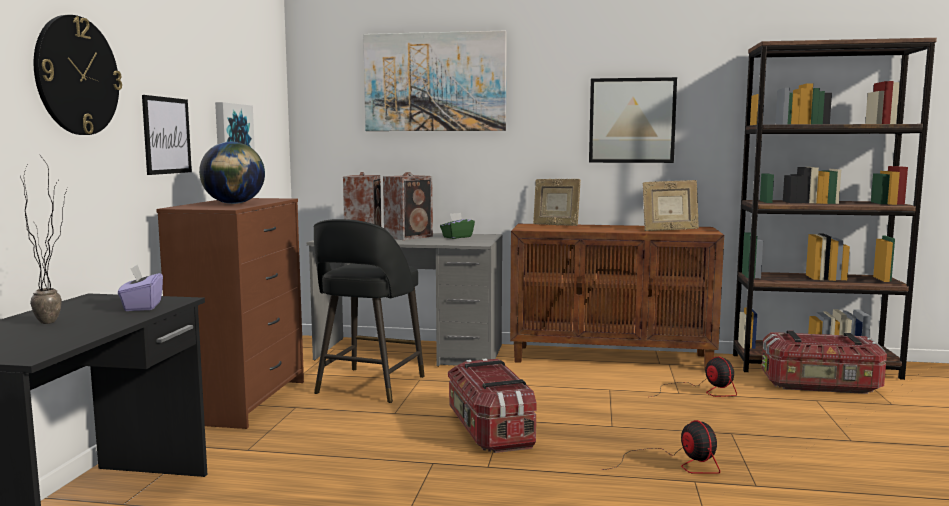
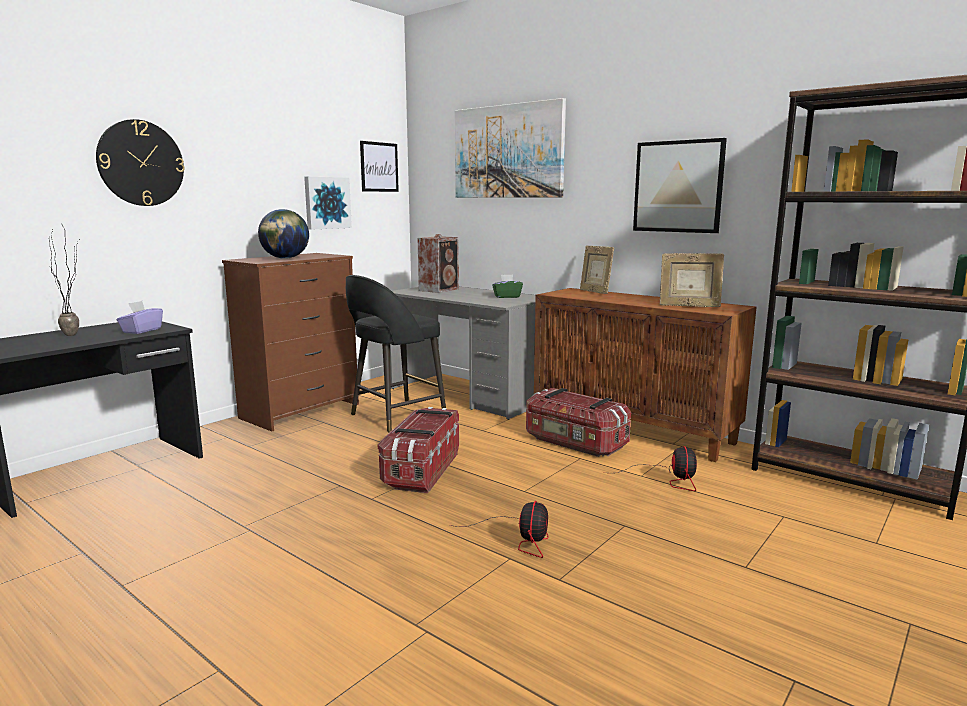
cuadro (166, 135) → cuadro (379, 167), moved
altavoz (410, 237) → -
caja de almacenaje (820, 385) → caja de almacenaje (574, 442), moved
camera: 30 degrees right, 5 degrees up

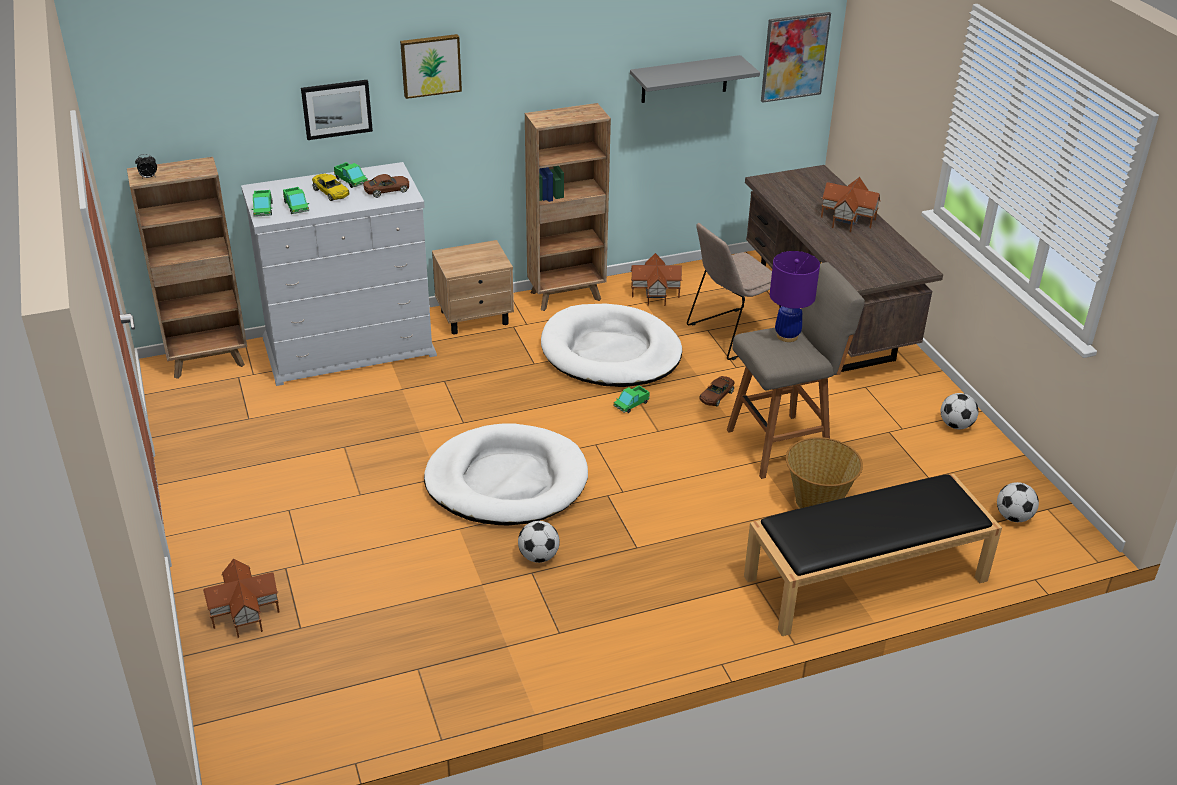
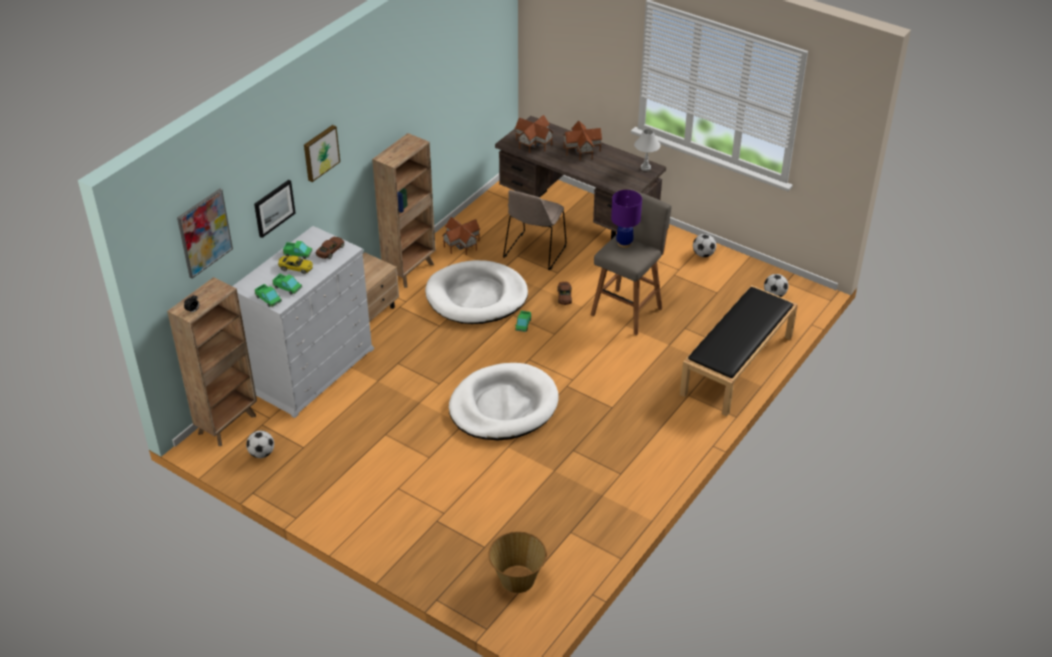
casita (243, 611) → casita (533, 143), moved
balón de fútbol (538, 556) → balón de fútbol (262, 453), moved
estante (gris) (684, 79) → -
cuadro (794, 57) → cuadro (204, 233), moved
cesta (817, 501) → cesta (517, 579), moved
- → lámpara de mesa (blanco) (645, 167)
camera: 35 degrees left, 5 degrees up

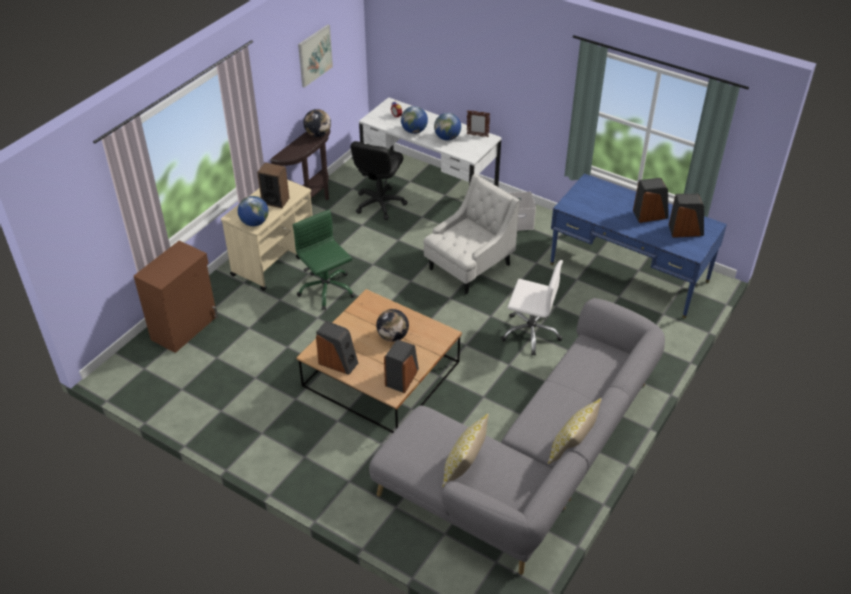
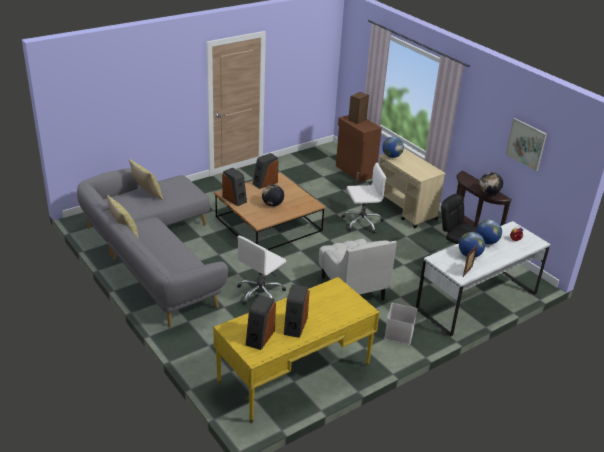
altavoz (275, 201) → altavoz (357, 120), moved
silla de oficina (verde) (326, 290) → silla de oficina (blanco) (362, 222)
escritorio (azul) (628, 272) → escritorio (amarillo) (294, 373)
camera: 110 degrees right, 10 degrees down

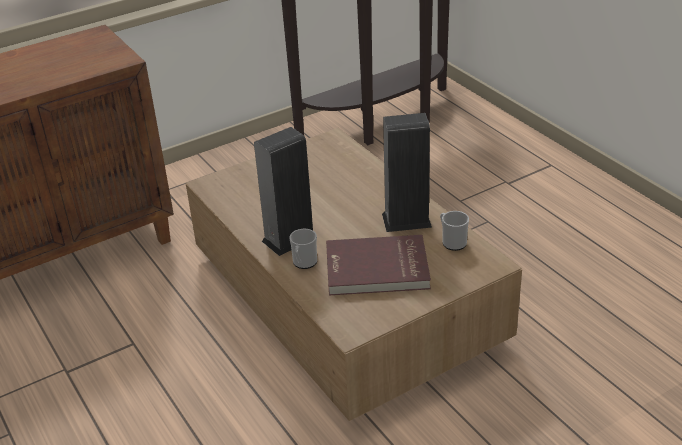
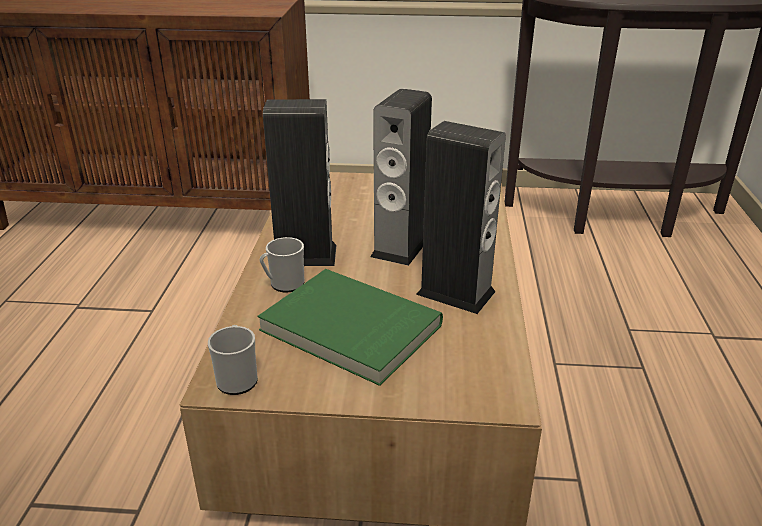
libro (rojo) (377, 269) → libro (verde) (348, 329)
taza grande (452, 242) → taza grande (237, 378), moved
- → altavoz (400, 247)
camera: 35 degrees right, 5 degrees down

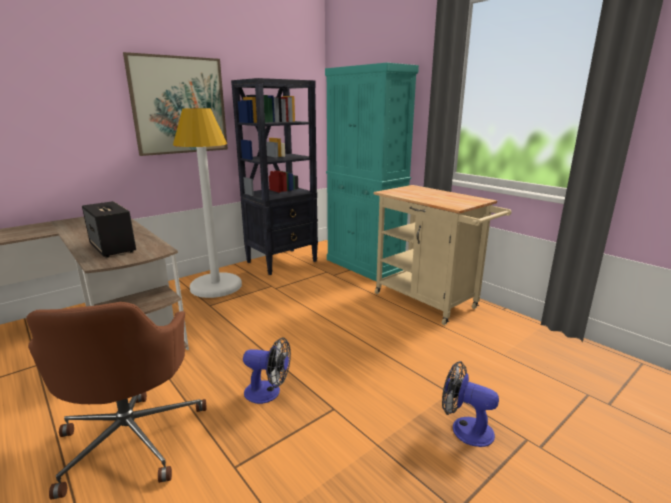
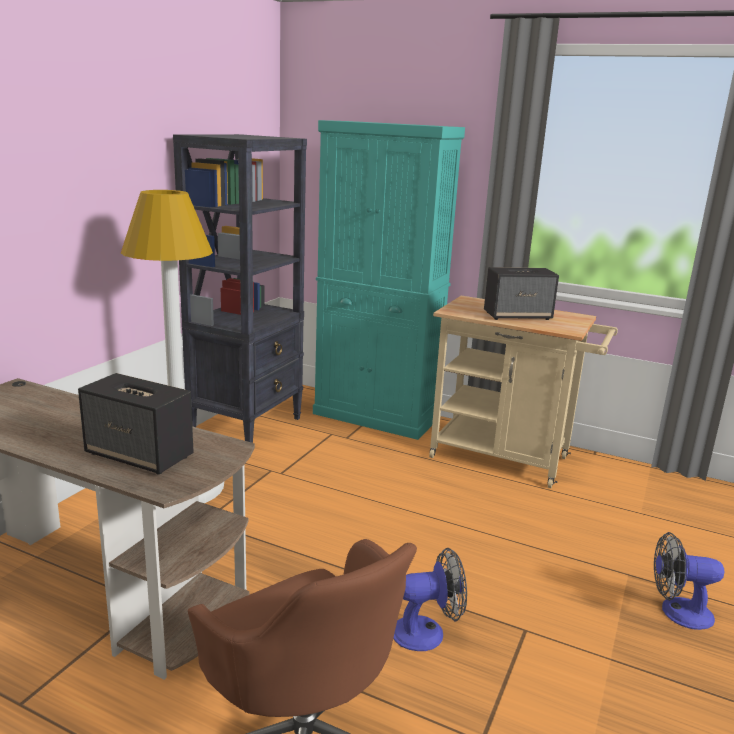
cuadro (179, 105) → -
- → altavoz (518, 316)
camera: 25 degrees left, 0 degrees up

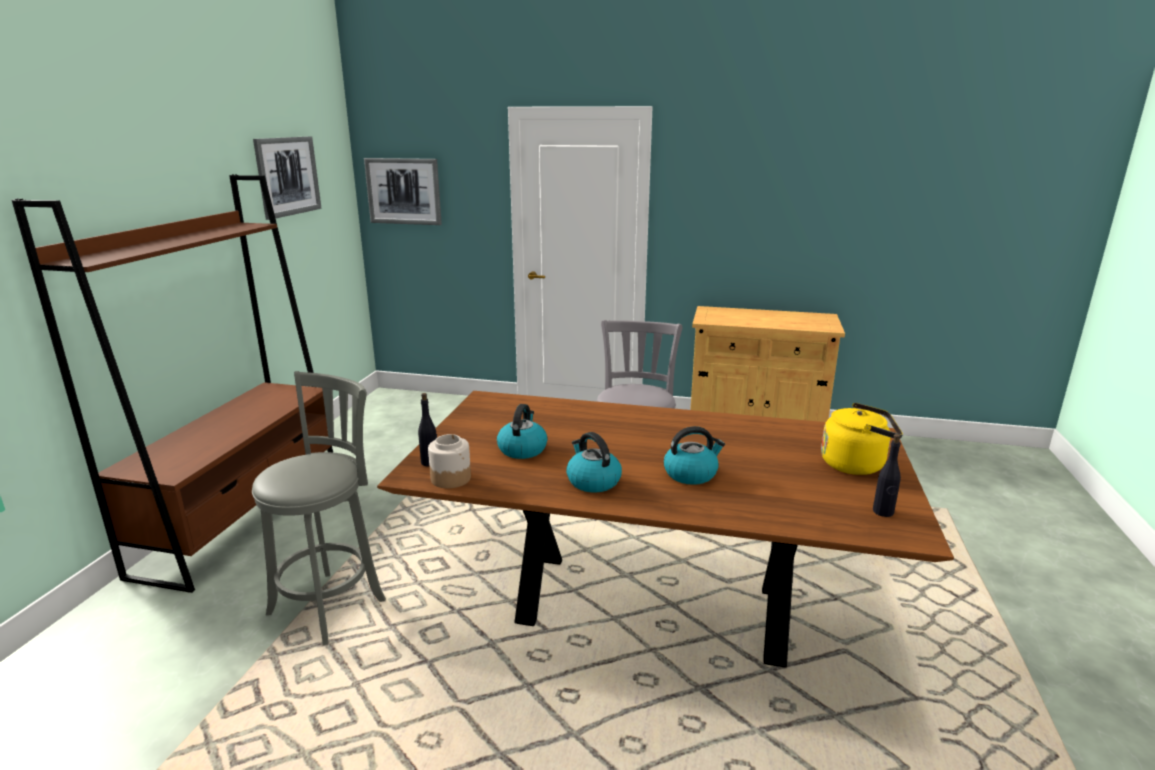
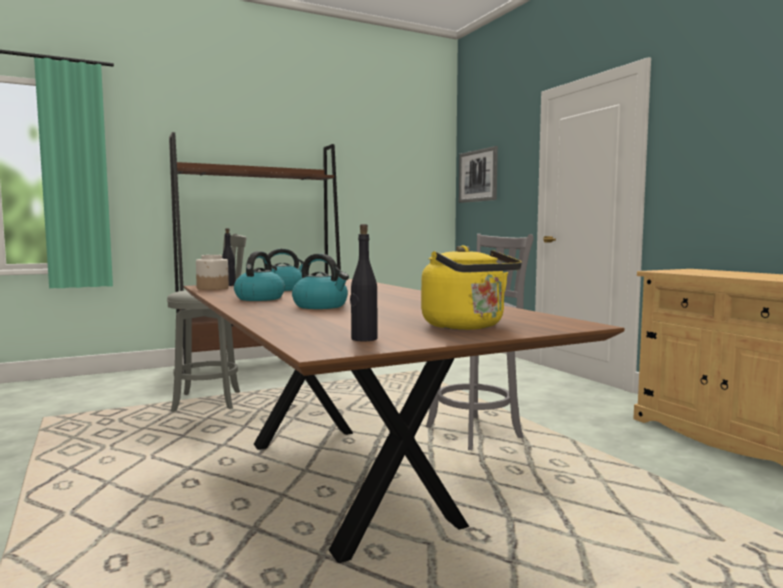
cuadro (288, 176) → -
camera: 50 degrees right, 15 degrees down

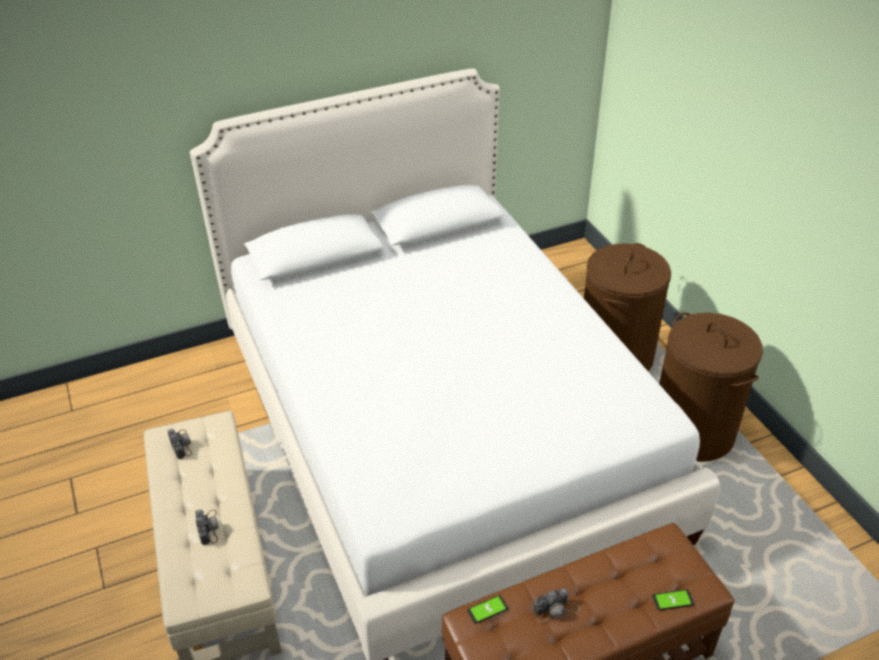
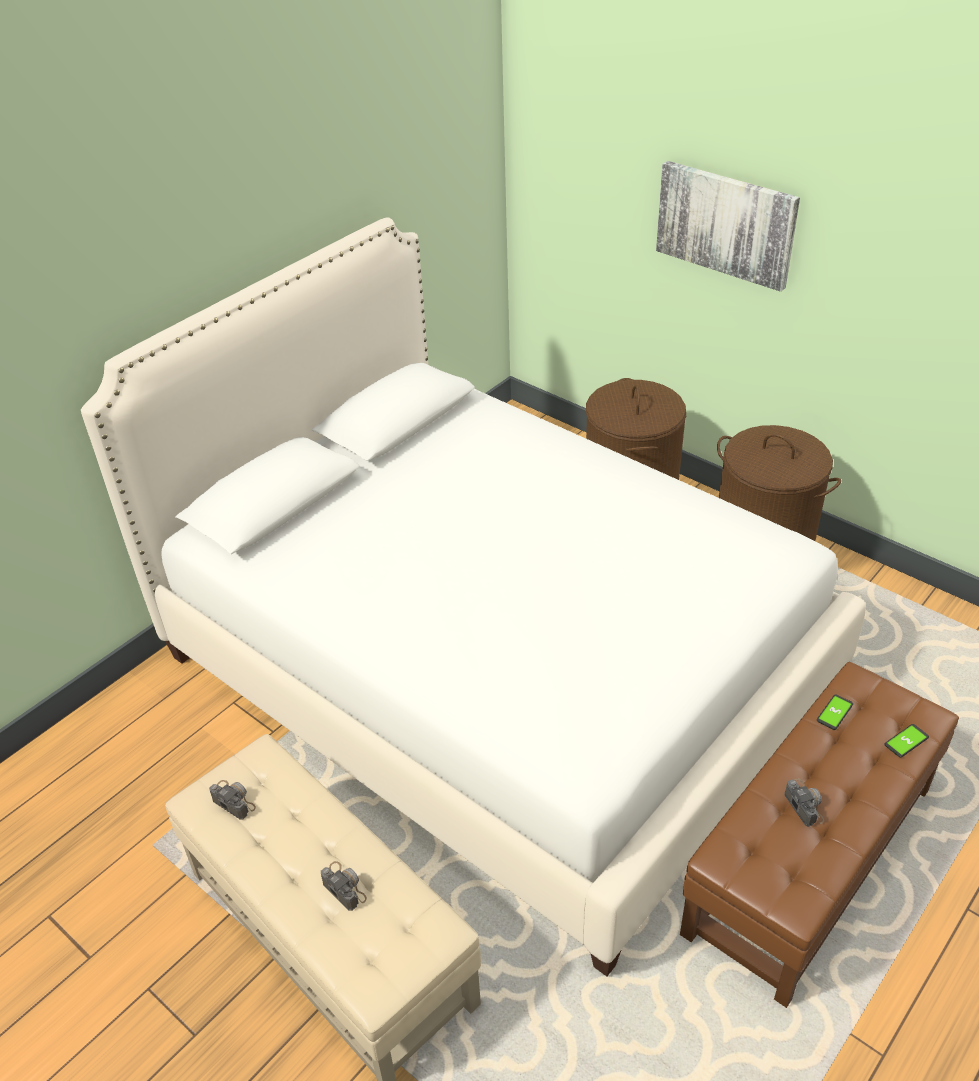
móvil (487, 610) → móvil (834, 712), moved
cámara (556, 609) → cámara (803, 802), 60 degrees counterclockwise
- → cuadro (726, 224)
camera: 25 degrees left, 0 degrees up

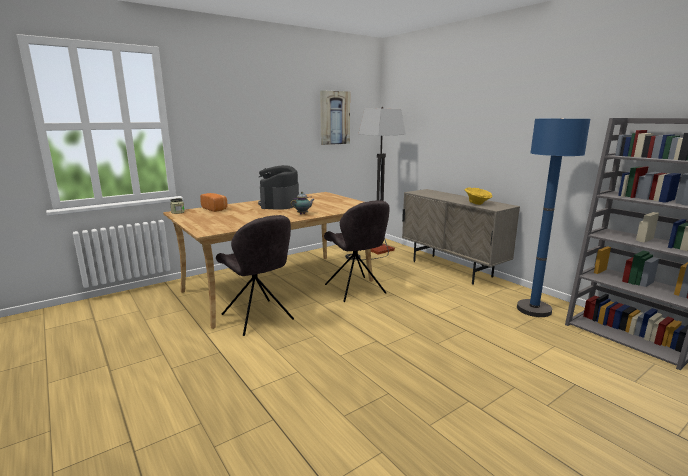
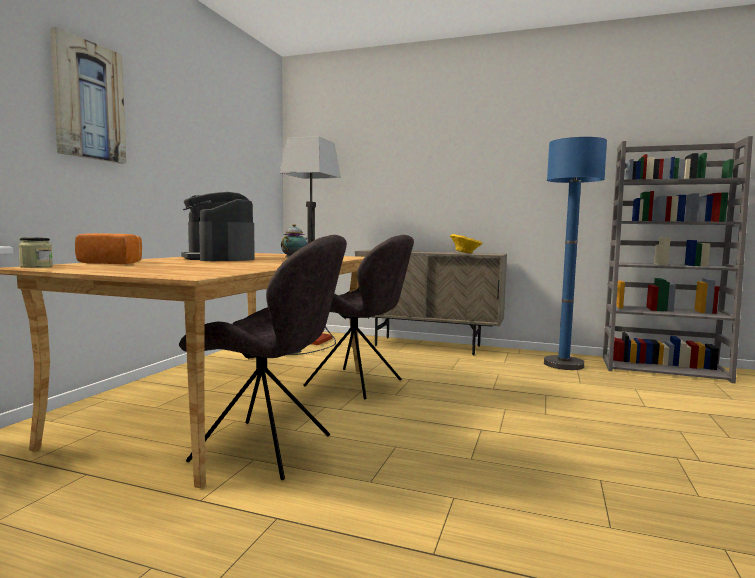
cuadro (334, 118) → cuadro (88, 101), moved
camera: 35 degrees left, 10 degrees down

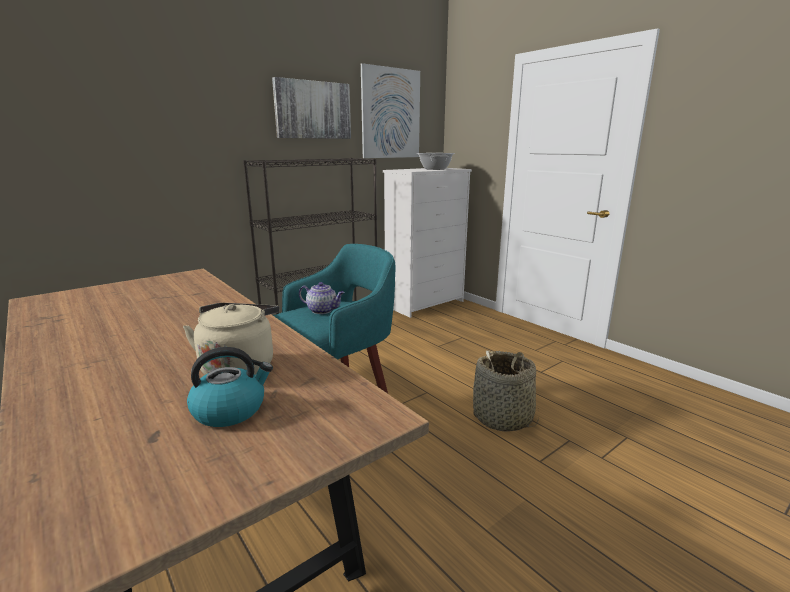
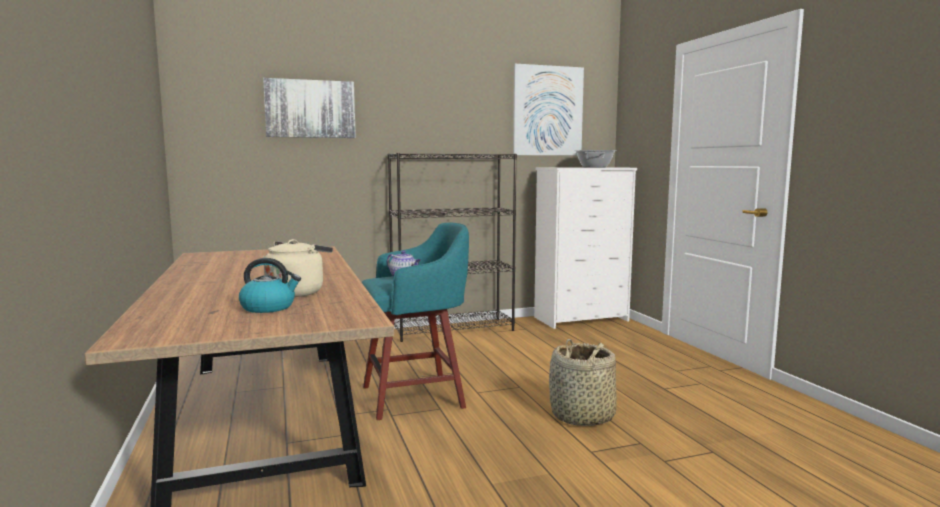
cuadro (313, 110) → cuadro (310, 109), moved
camera: 20 degrees right, 10 degrees down

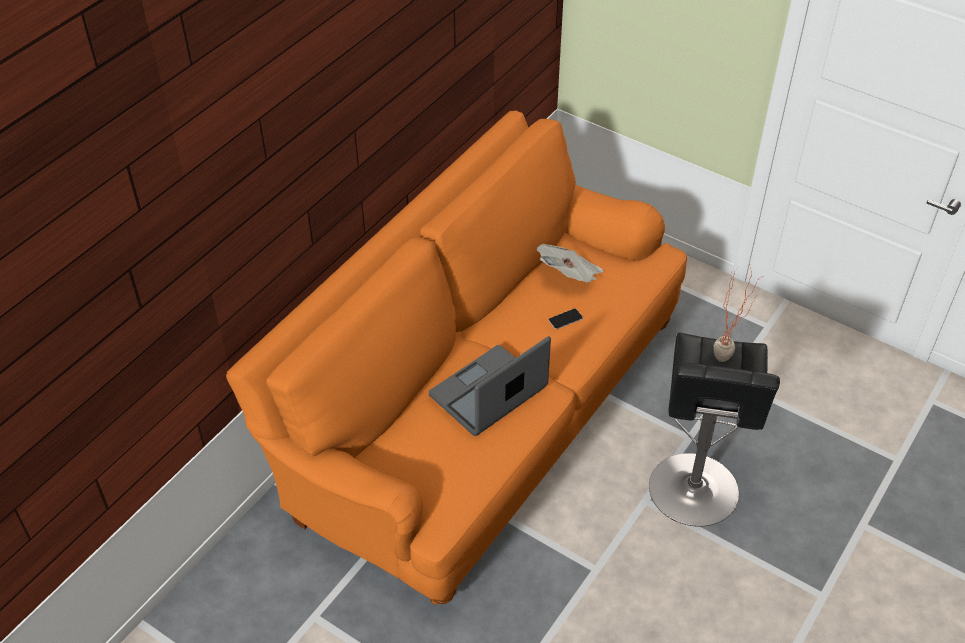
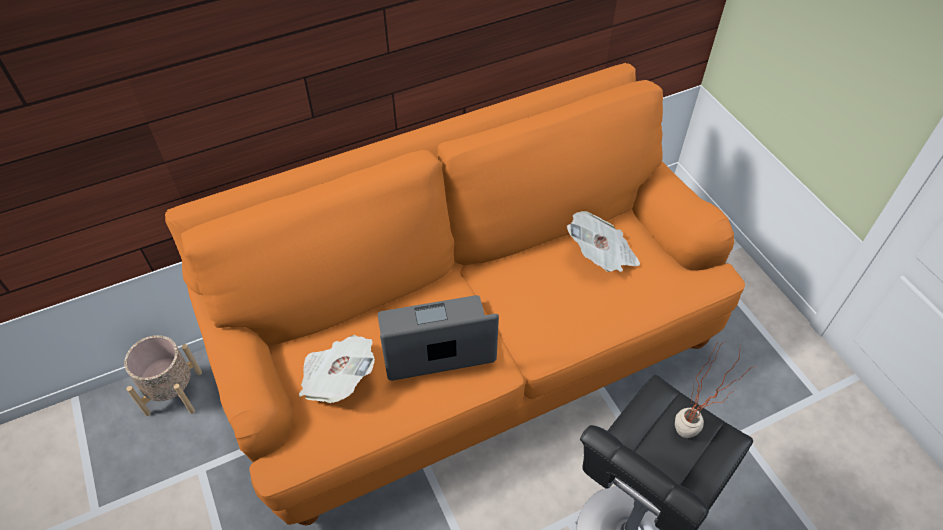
móvil (565, 319) → -
- → maceta (beis) (173, 392)
- → periódico (337, 378)
camera: 30 degrees right, 5 degrees up

